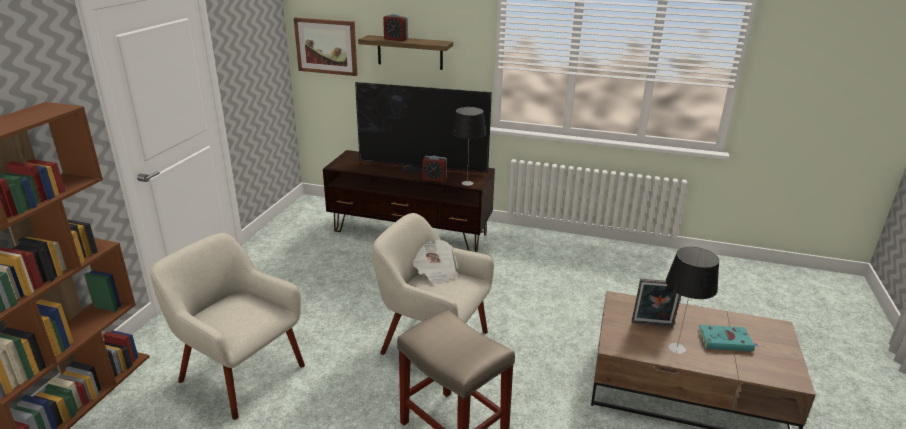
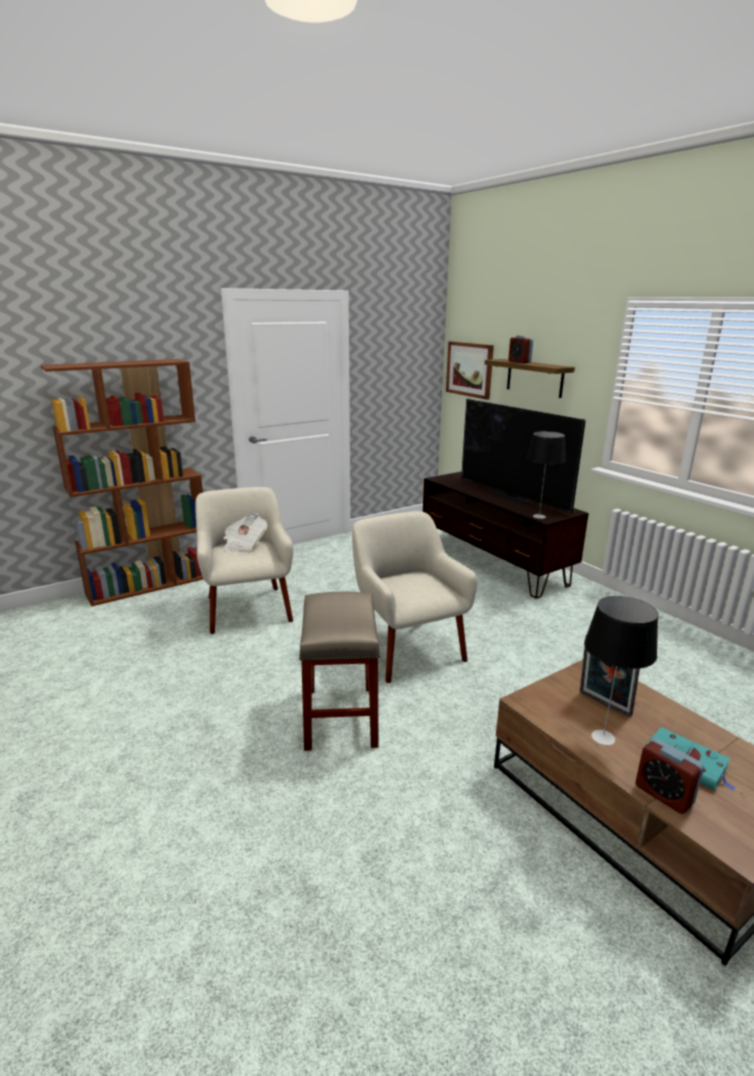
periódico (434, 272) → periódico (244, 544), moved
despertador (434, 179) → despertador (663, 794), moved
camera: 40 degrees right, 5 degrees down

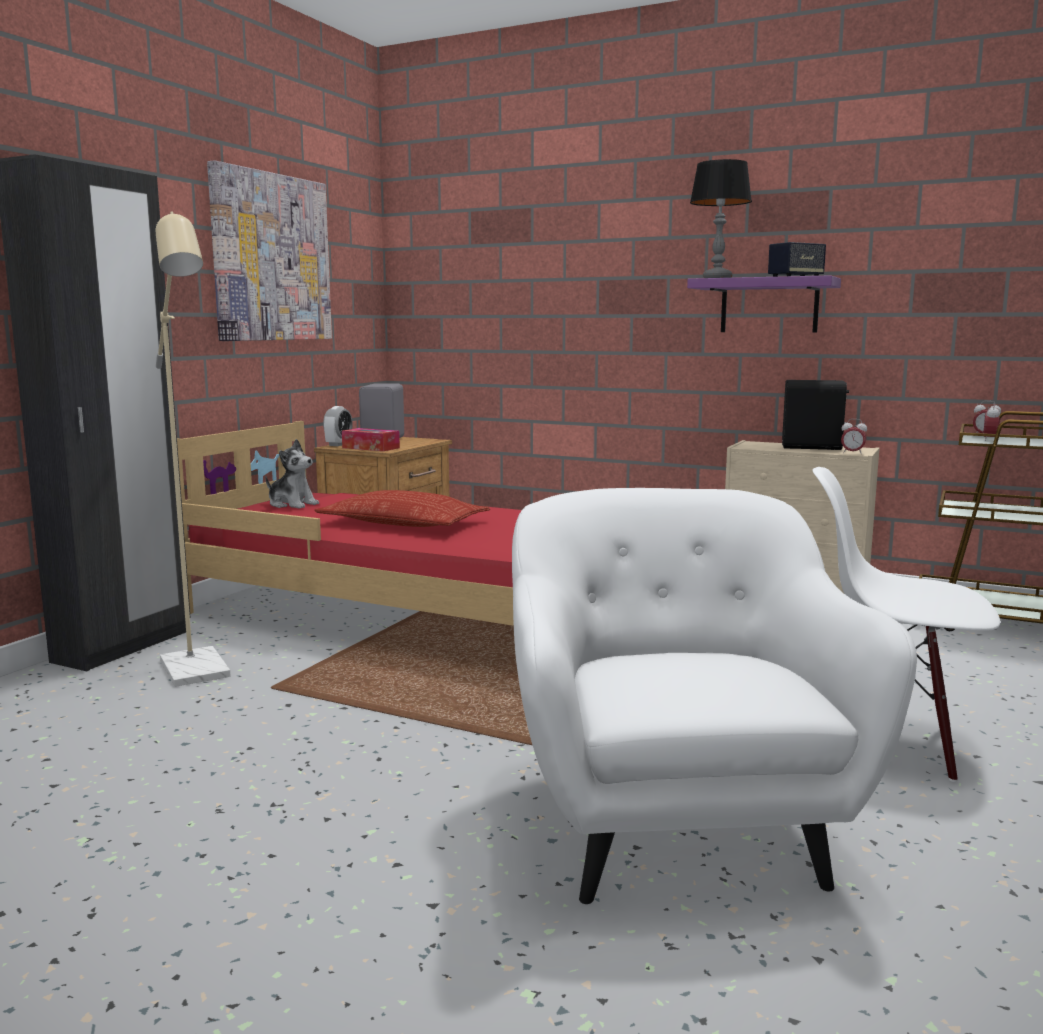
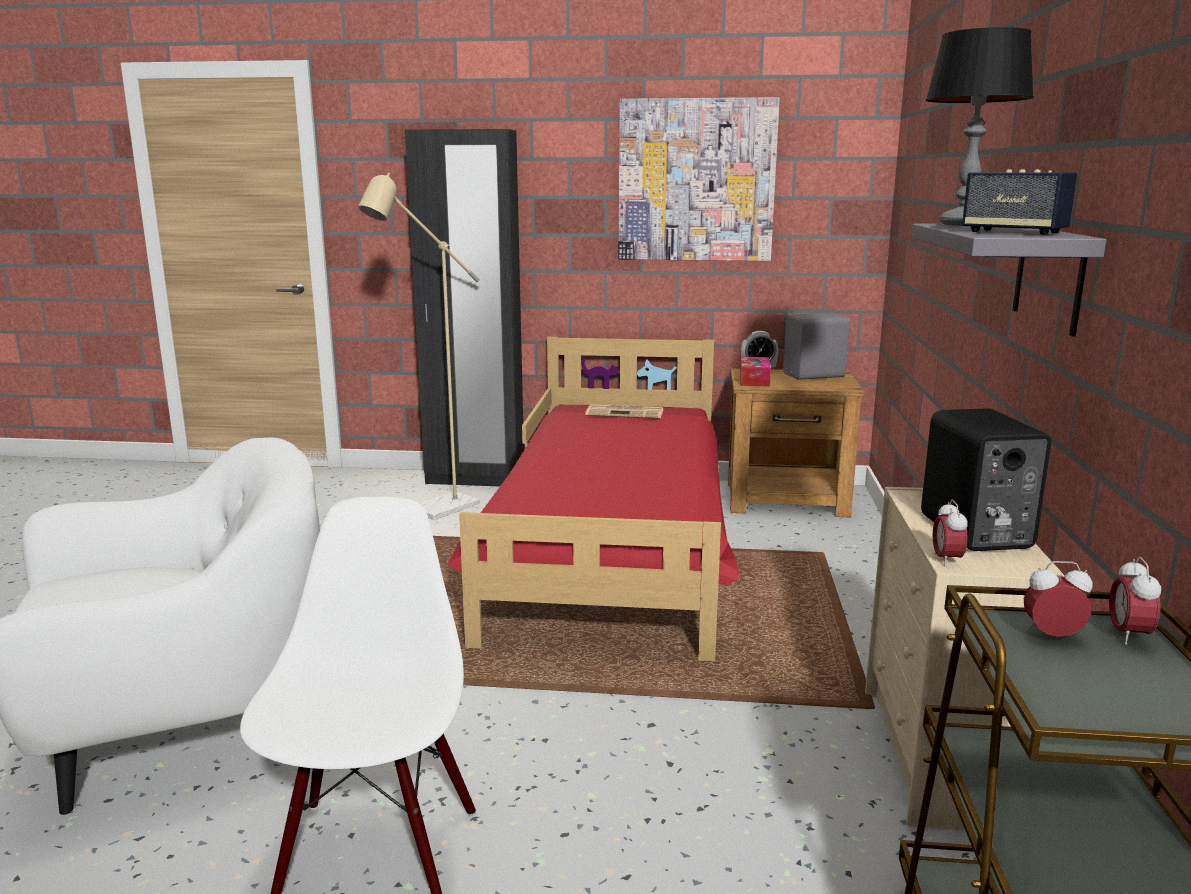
peluche (292, 504) → periódico (626, 413)
cojín (402, 523) → -
estante (morado) (769, 306) → estante (gris) (1049, 277)
camera: 70 degrees right, 5 degrees up

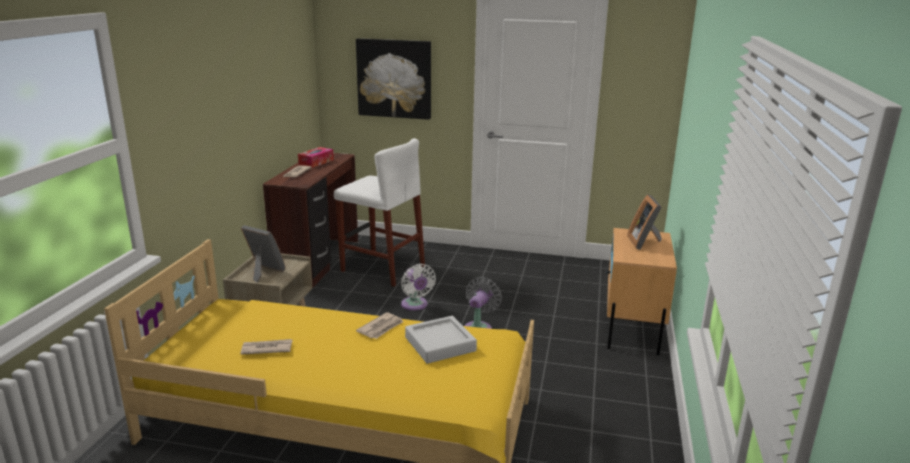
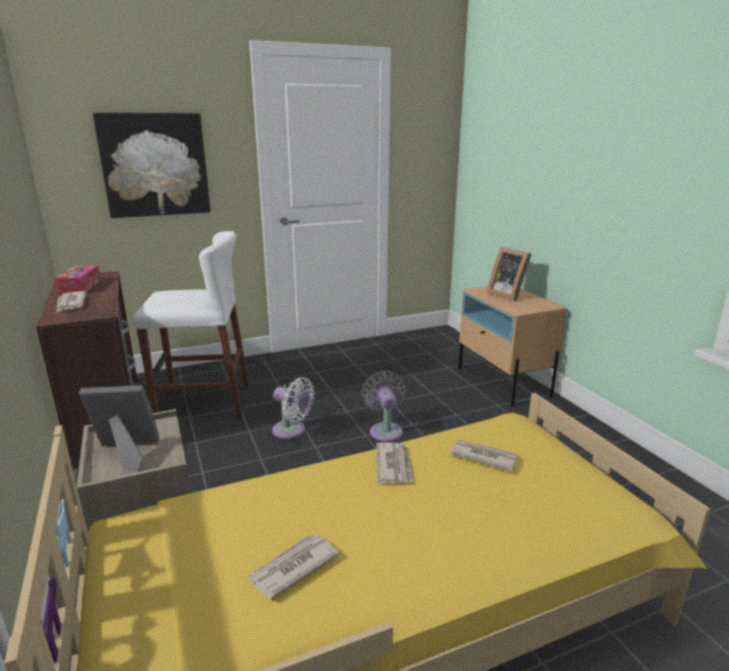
bandeja (gris) (440, 344) → periódico (483, 457)
camera: 35 degrees left, 0 degrees up

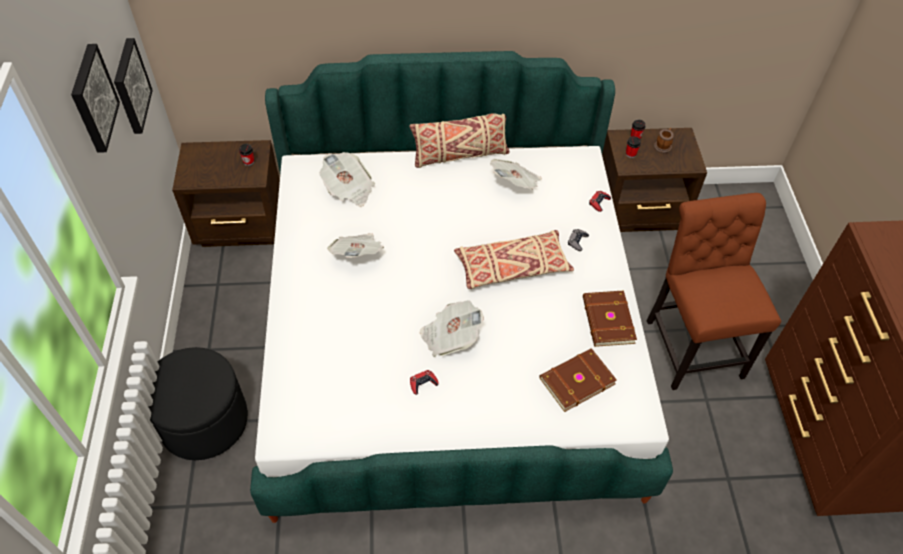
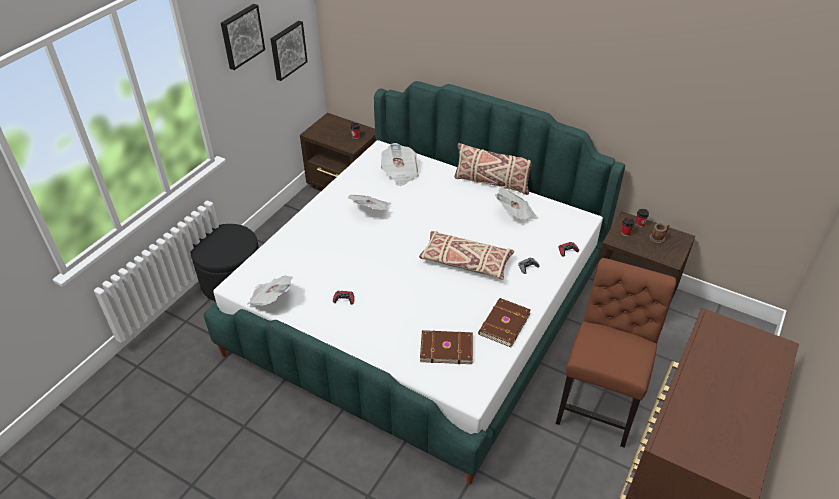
periódico (450, 337) → periódico (271, 299), moved
camera: 35 degrees right, 10 degrees down

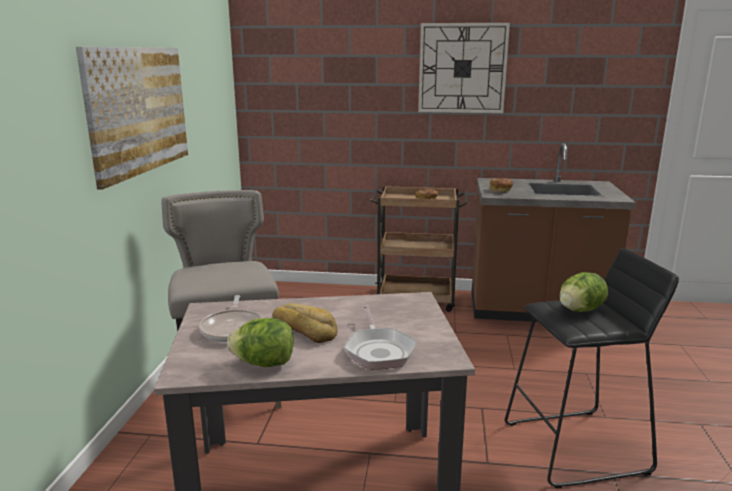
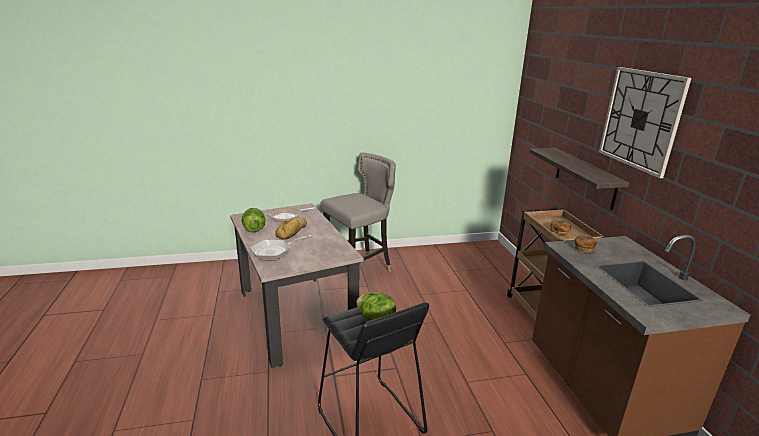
cuadro (139, 110) → -
- → estante (585, 177)
camera: 70 degrees right, 5 degrees up

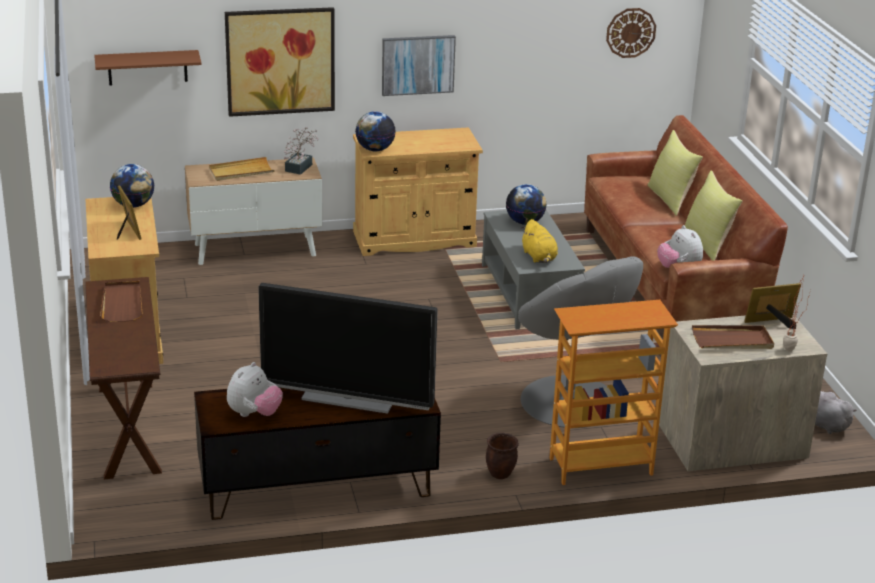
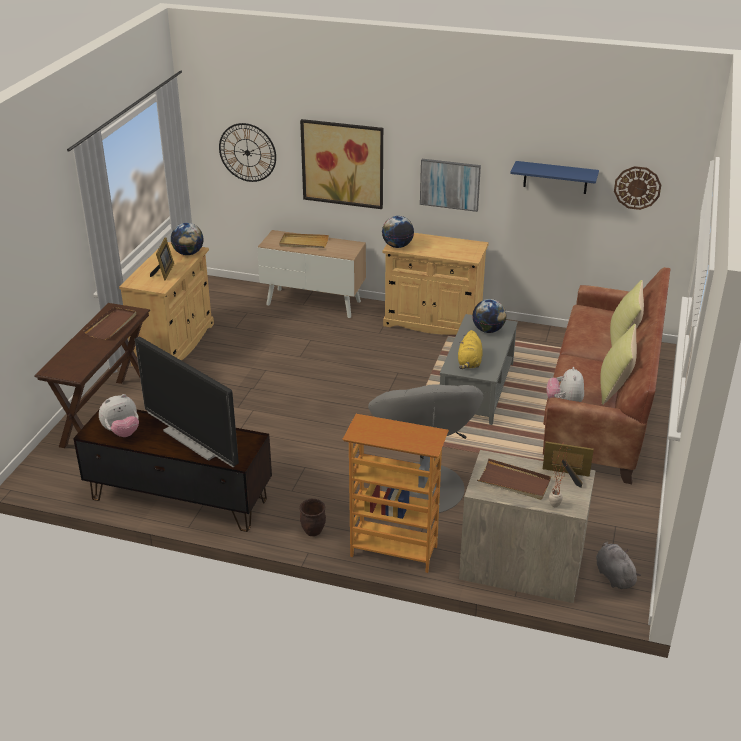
estante (marrón) (147, 67) → reloj de pared (247, 152)
planta en maceta (300, 166) → -
- → estante (azul) (555, 177)
camera: 30 degrees right, 5 degrees up

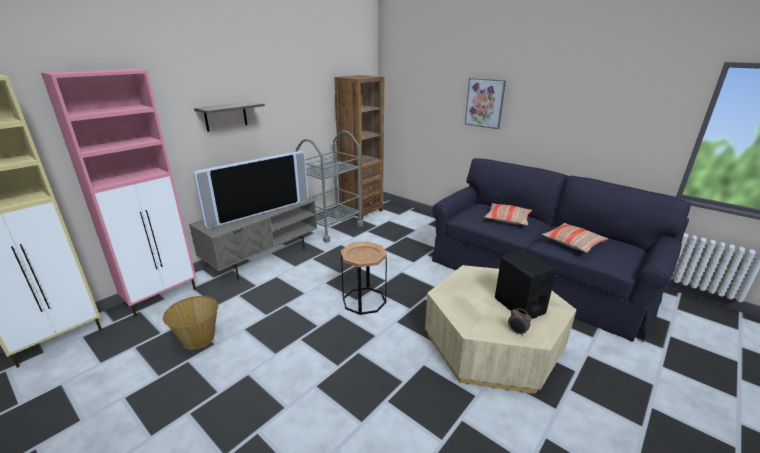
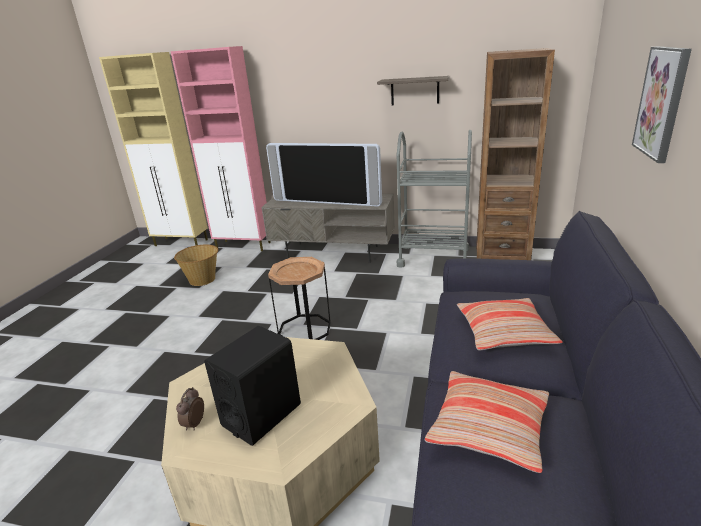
estante (226, 116) → estante (415, 91), moved
camera: 65 degrees right, 0 degrees up

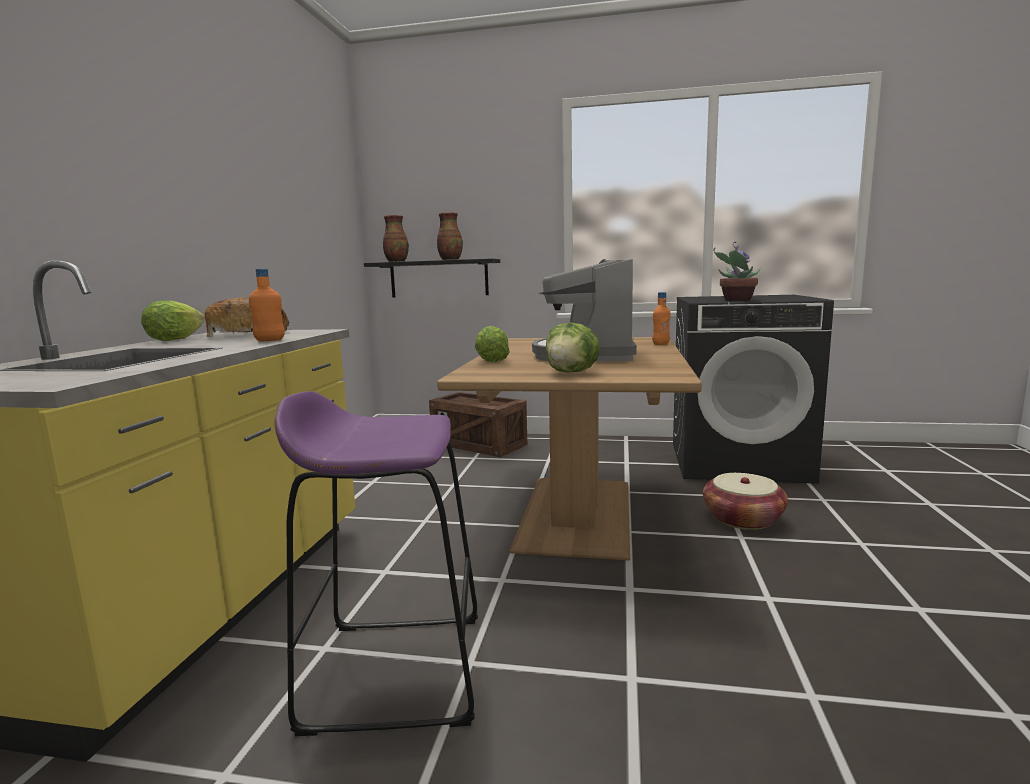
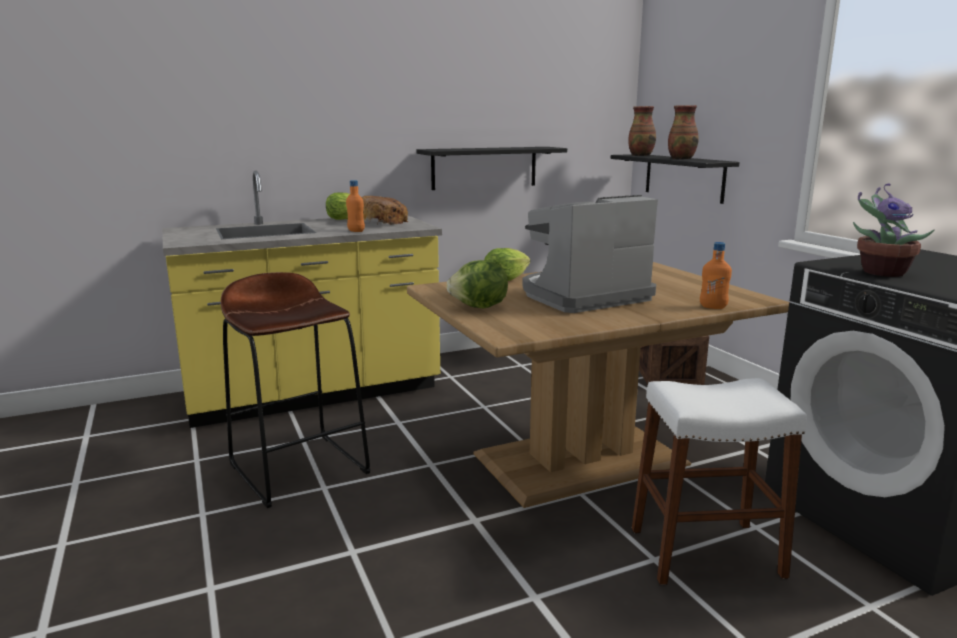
taburete (morado) (396, 670) → taburete (marrón) (299, 468)
cesta (742, 519) → taburete (blanco) (705, 552)
- → estante (negro) (484, 167)
camera: 55 degrees right, 5 degrees up

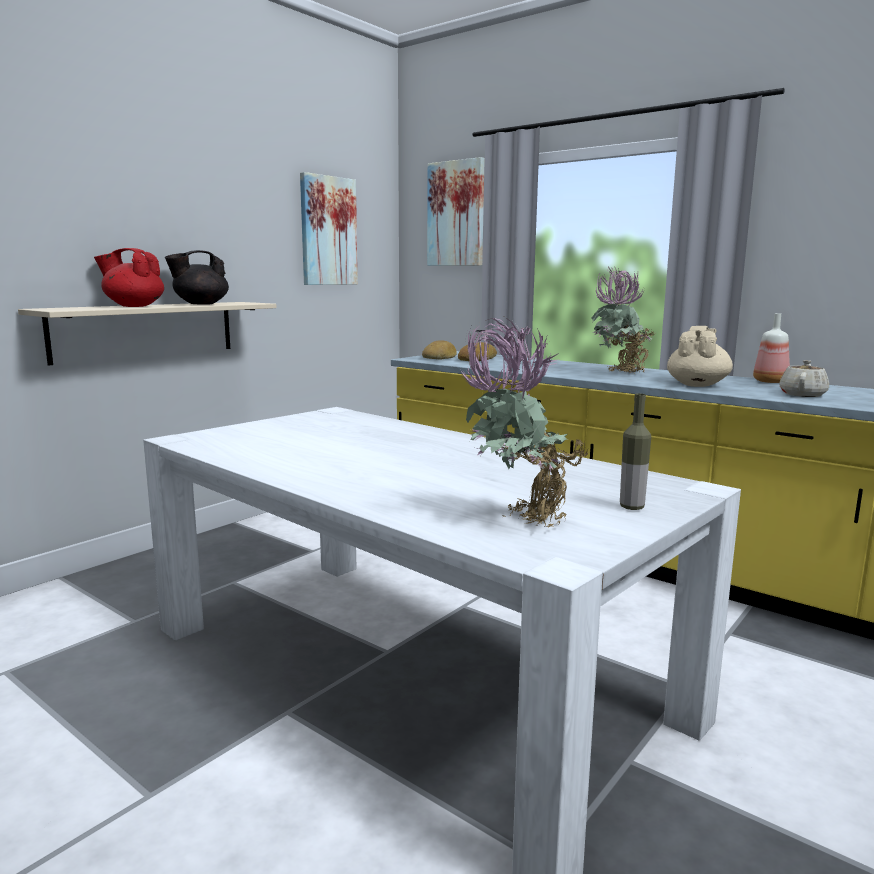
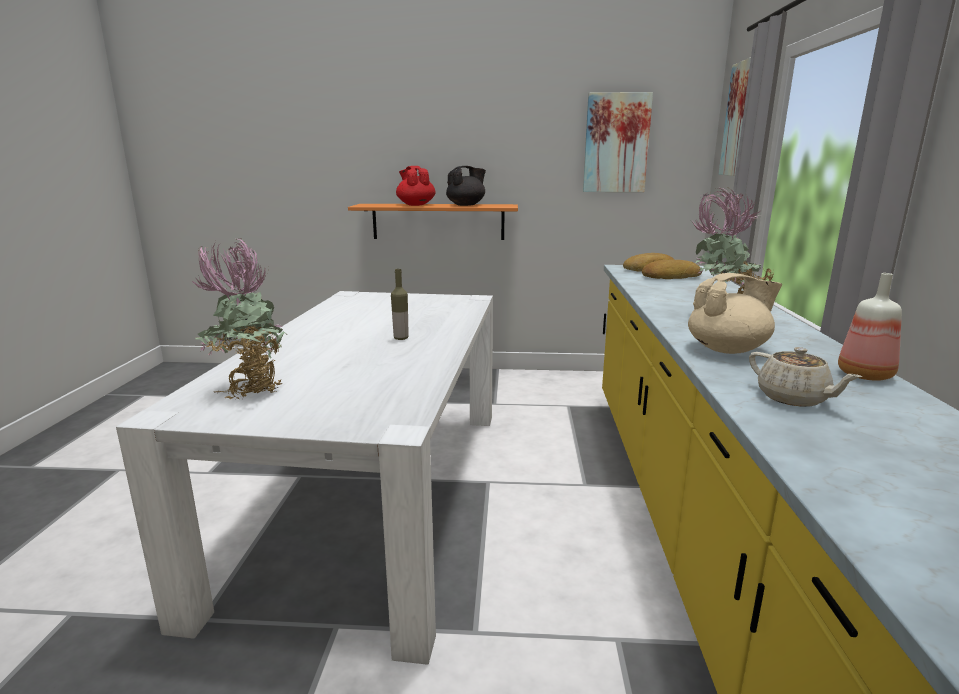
estante (beis) (145, 330) → estante (naranja) (438, 221)
tetera (negro) (200, 304) → tetera (negro) (466, 205), 120 degrees clockwise
botella (631, 507) → botella (401, 338), moved
tetera (beis) (802, 394) → tetera (beis) (793, 398), 60 degrees clockwise
camera: 55 degrees right, 5 degrees up

